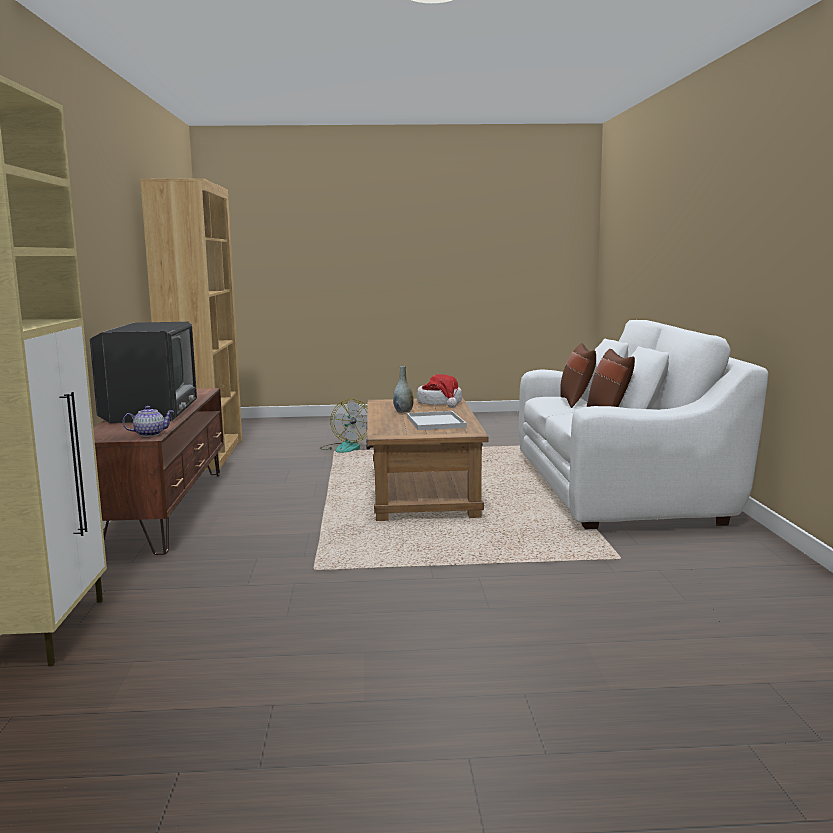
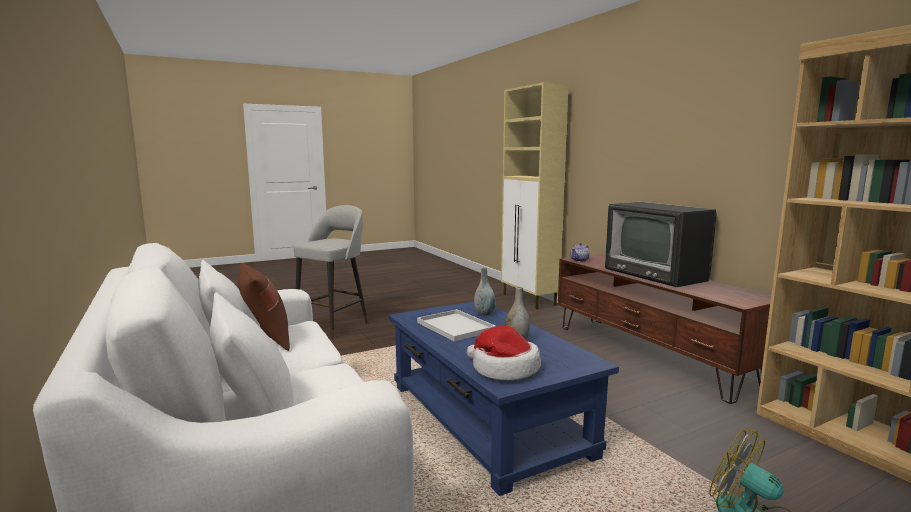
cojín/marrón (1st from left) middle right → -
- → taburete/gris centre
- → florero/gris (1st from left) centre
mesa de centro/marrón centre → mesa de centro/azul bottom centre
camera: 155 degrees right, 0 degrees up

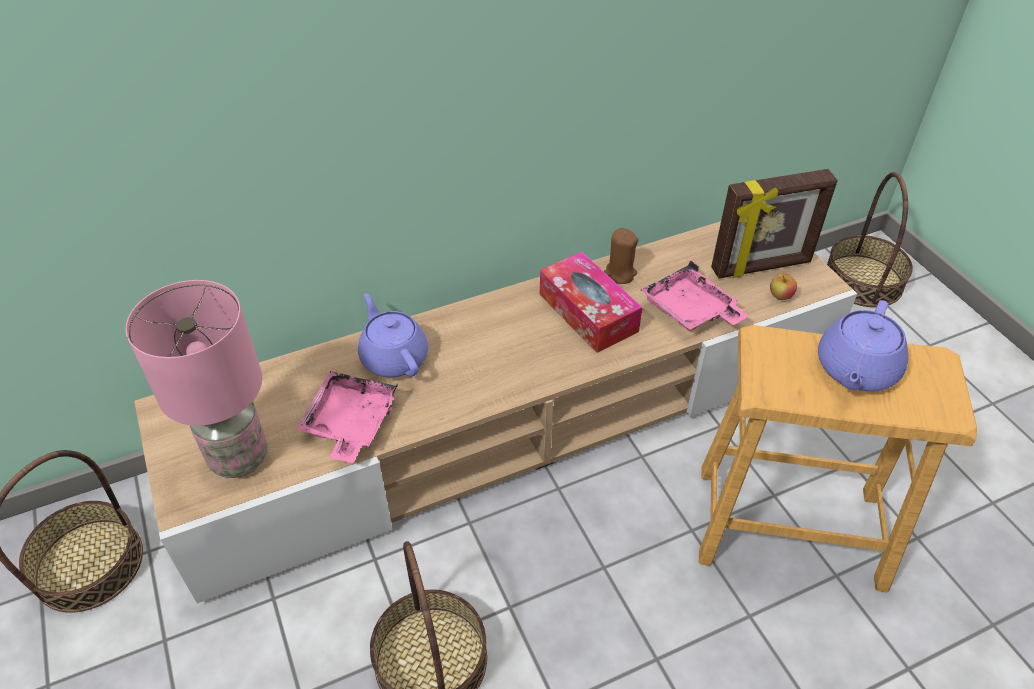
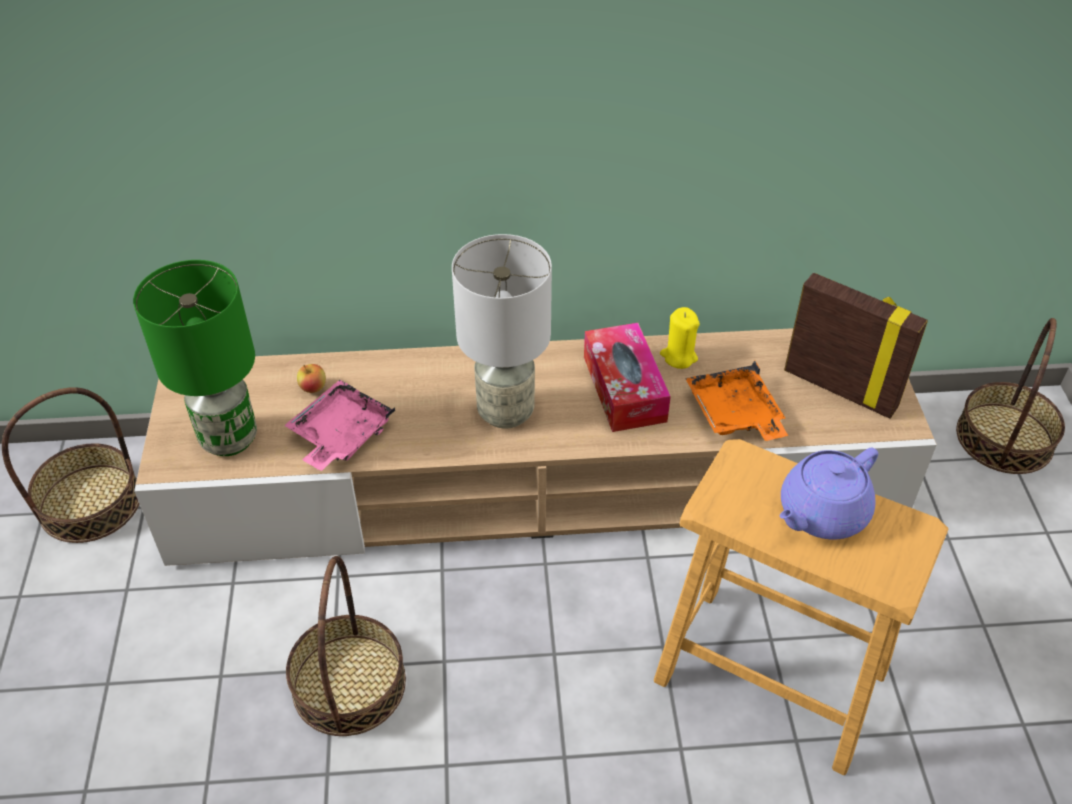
tetera/morado (1st from left) centre → -
- → lámpara de mesa/gris centre
manzana middle right → manzana middle left, moved
lámpara de mesa/rosa middle left → lámpara de mesa/verde middle left
vela/marrón centre → vela/amarillo centre
bandeja/rosa (2nd from left) middle right → bandeja/naranja middle right
portarretratos top right → portarretratos middle right, 150 degrees counterclockwise
camera: 20 degrees right, 0 degrees up

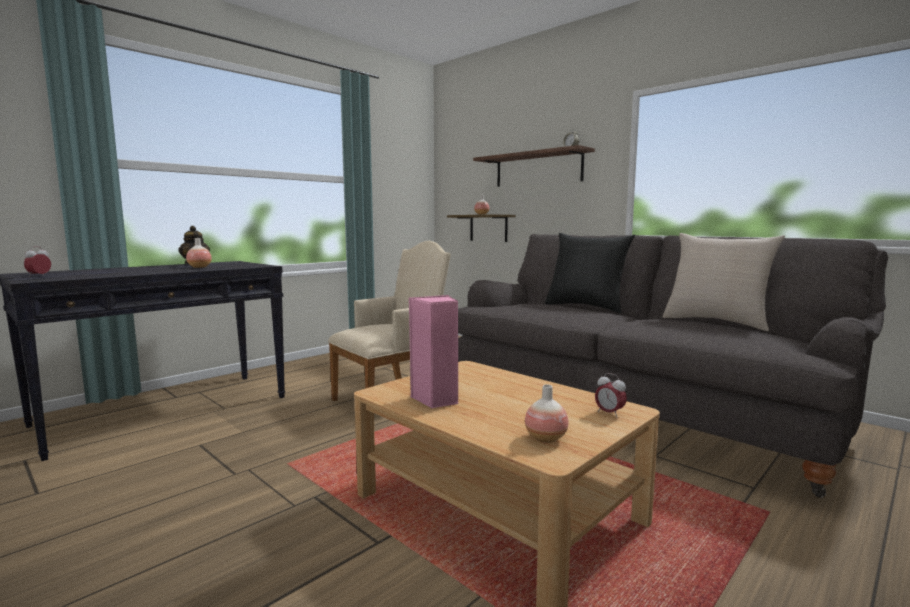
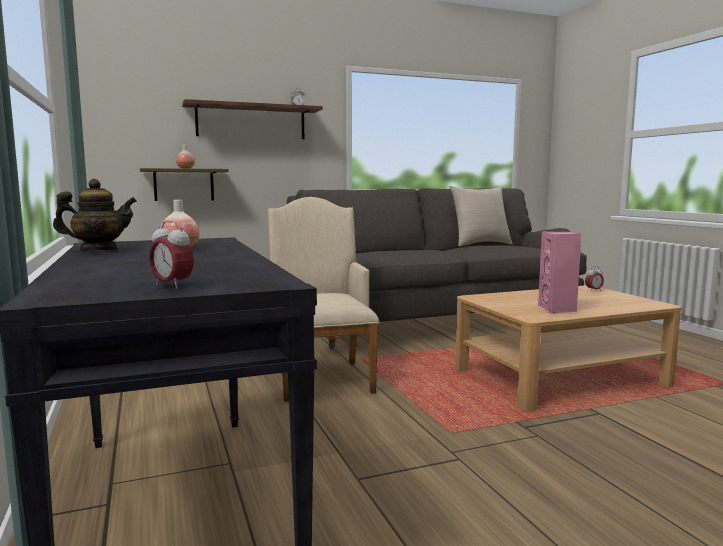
florero (3rd from left) bottom centre → -
cojín/negro centre → -
camera: 65 degrees left, 0 degrees up

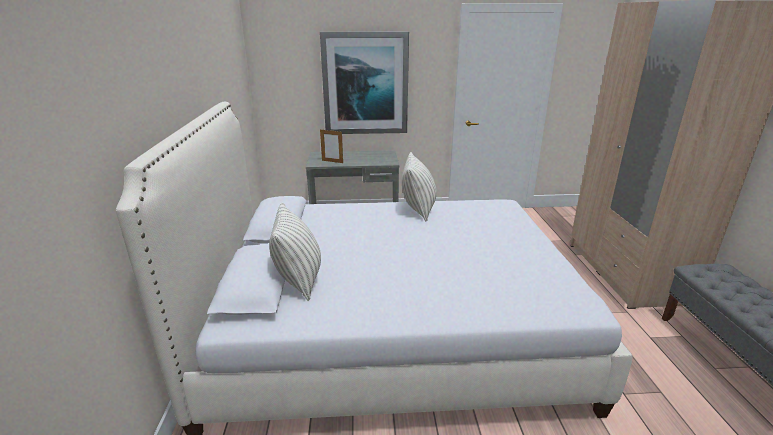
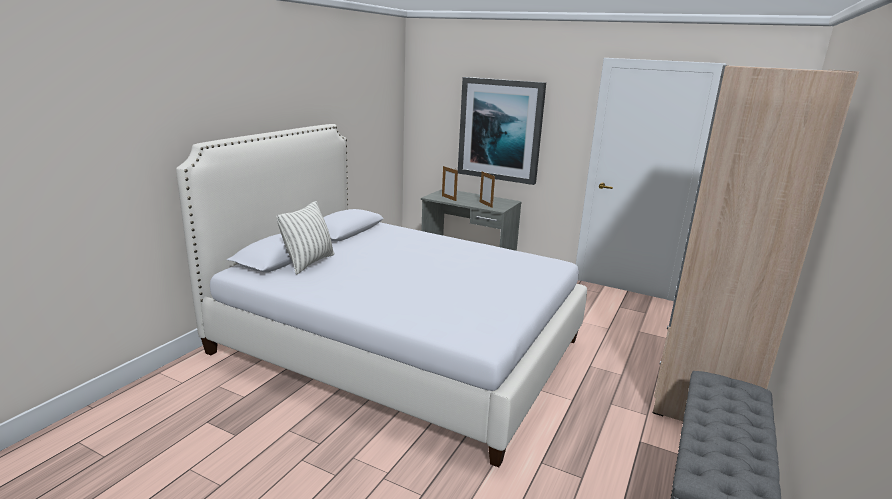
cojín (2nd from left) centre → -
- → portarretratos (2nd from left) centre
camera: 30 degrees right, 5 degrees down

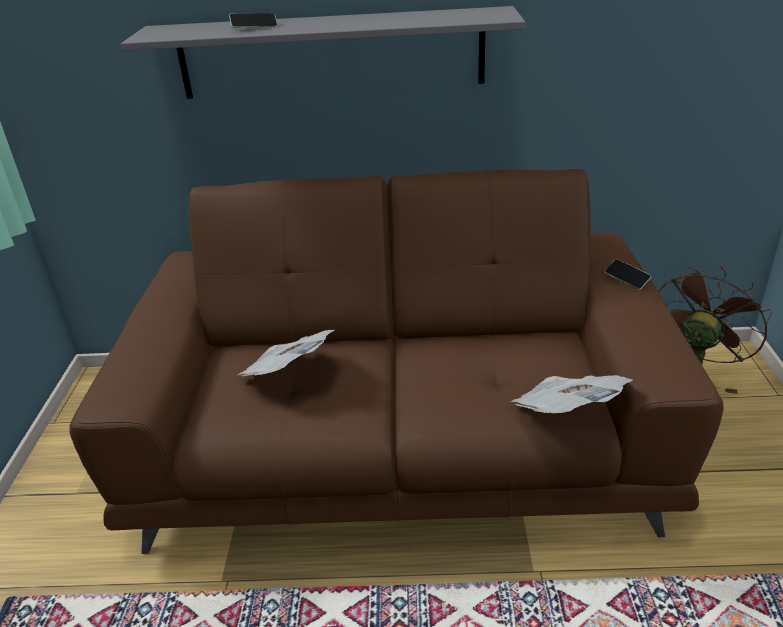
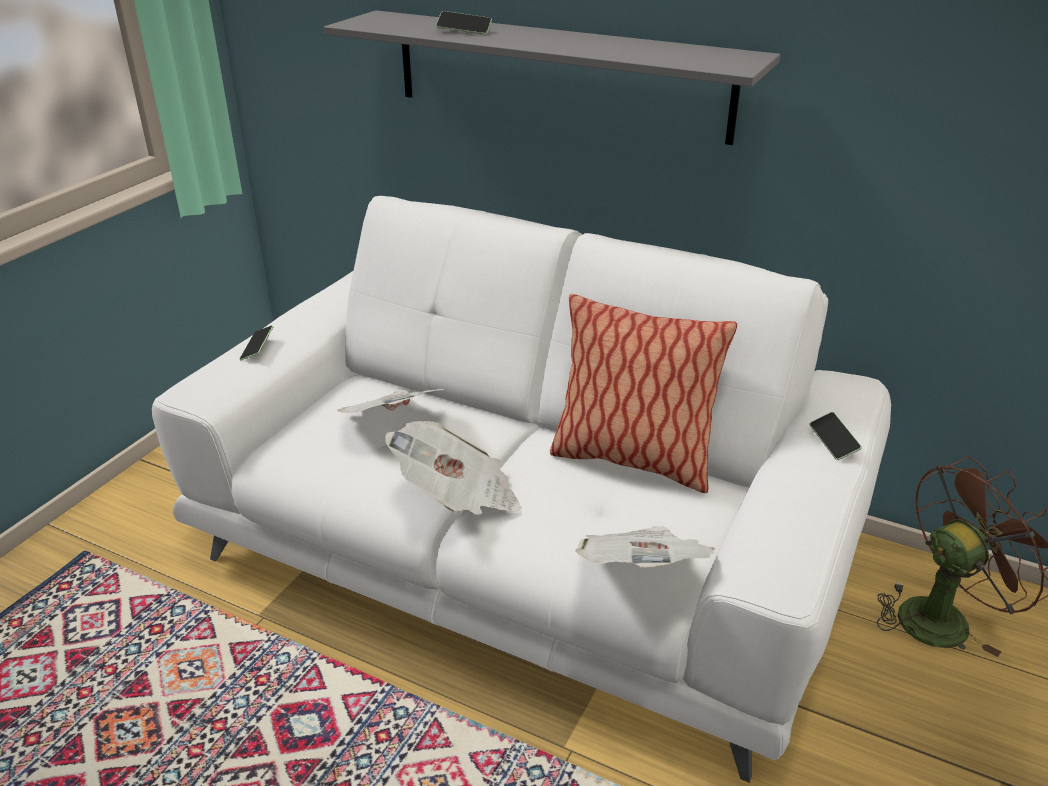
- → móvil (1st from left) middle left
- → periódico (2nd from left) centre
- → cojín centre
sofá/marrón centre → sofá/blanco centre
camera: 25 degrees right, 0 degrees up

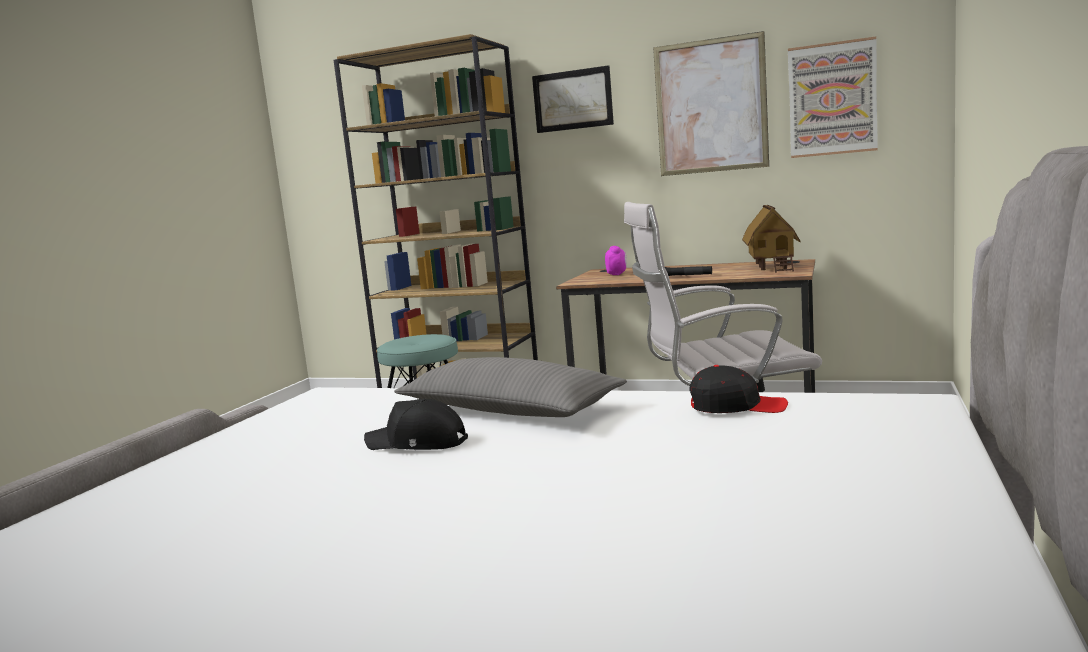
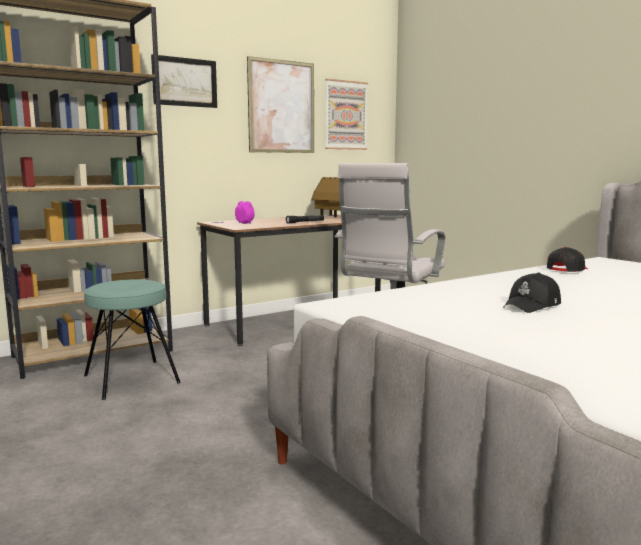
cojín/gris centre → -
camera: 55 degrees left, 0 degrees up

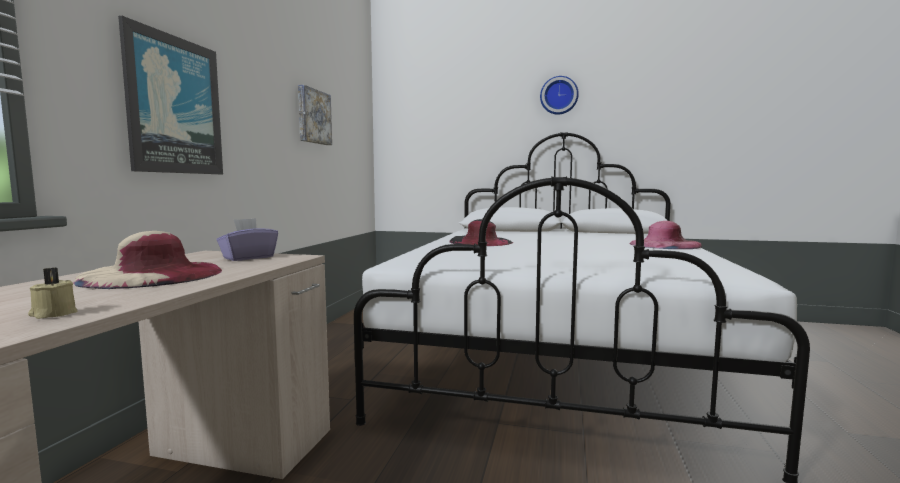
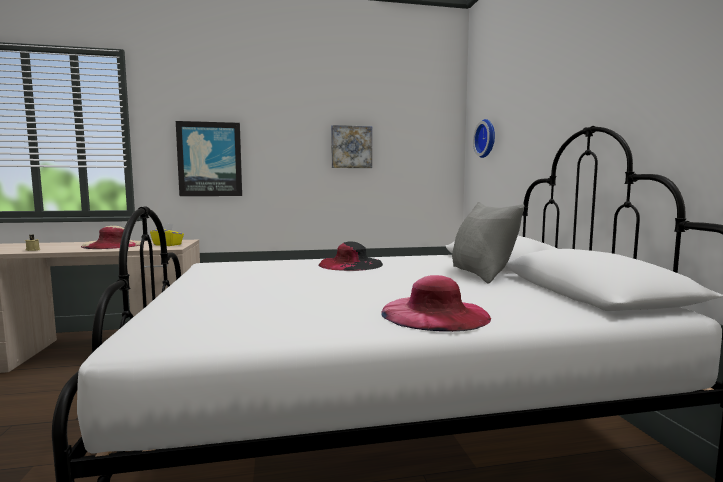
- → cojín/gris middle right
reloj de pared top centre → reloj de pared top right, moved
caja de pañuelos/morado middle left → caja de pañuelos/amarillo middle left
camera: 65 degrees right, 0 degrees up

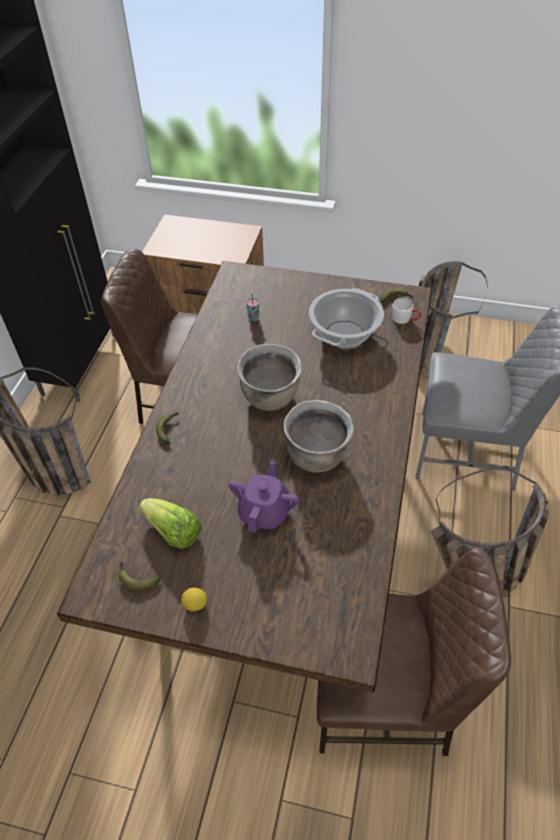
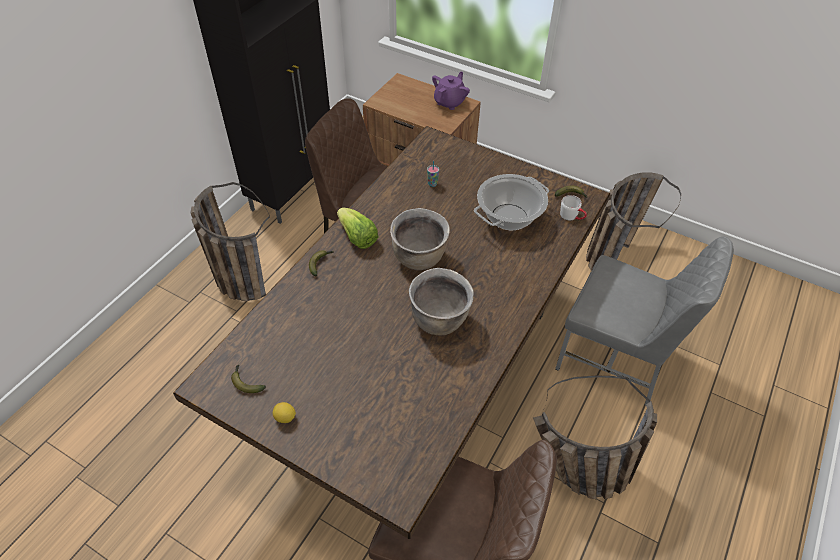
lechuga middle left → lechuga centre, moved
tetera/morado centre → tetera/morado top centre, moved
camera: 15 degrees right, 0 degrees up

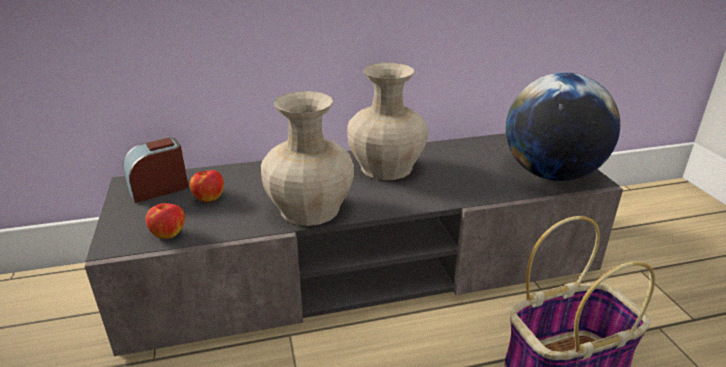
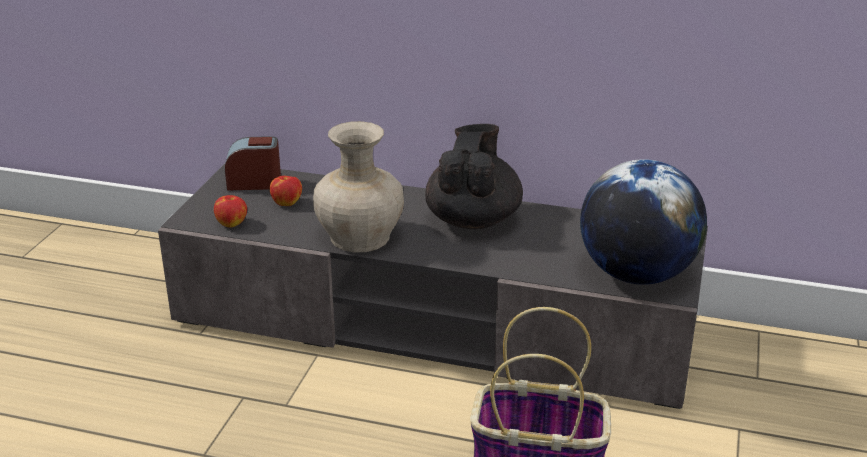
florero/beis (2nd from left) top centre → tetera/negro centre
camera: 30 degrees right, 0 degrees up

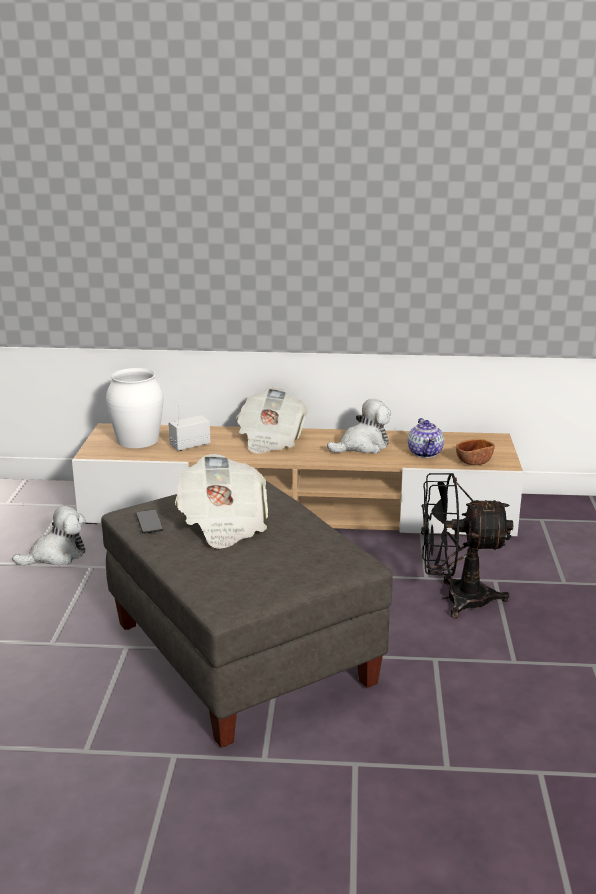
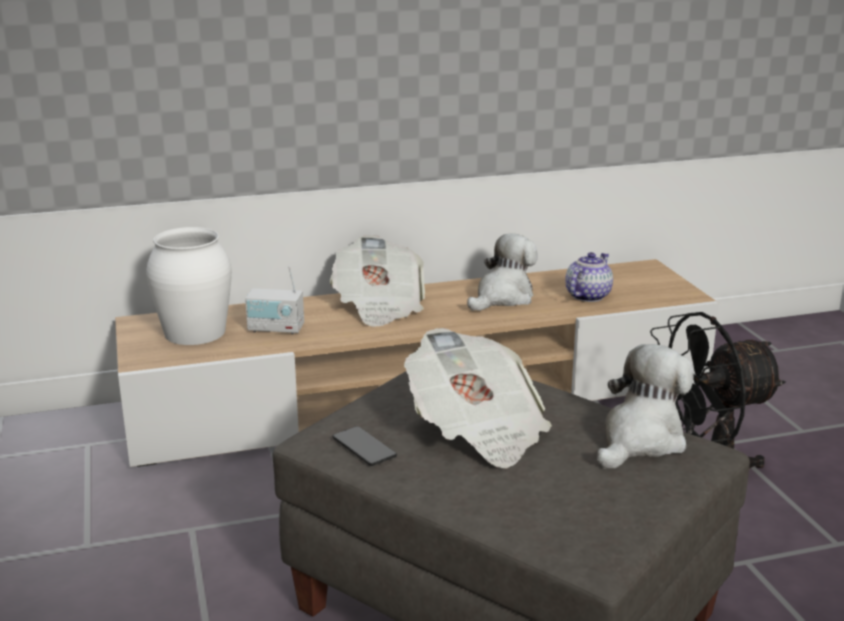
cuenco/marrón middle right → -
peluche (1st from left in the first image) middle left → peluche (2nd from left) middle right, moved
radio middle left, 120 degrees counterclockwise
tetera middle right, 120 degrees counterclockwise
camera: 20 degrees left, 0 degrees up

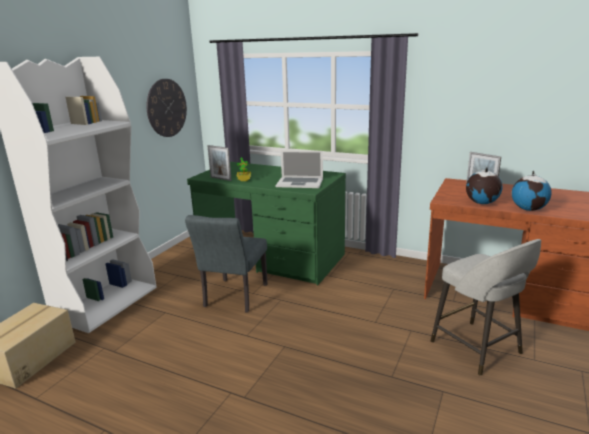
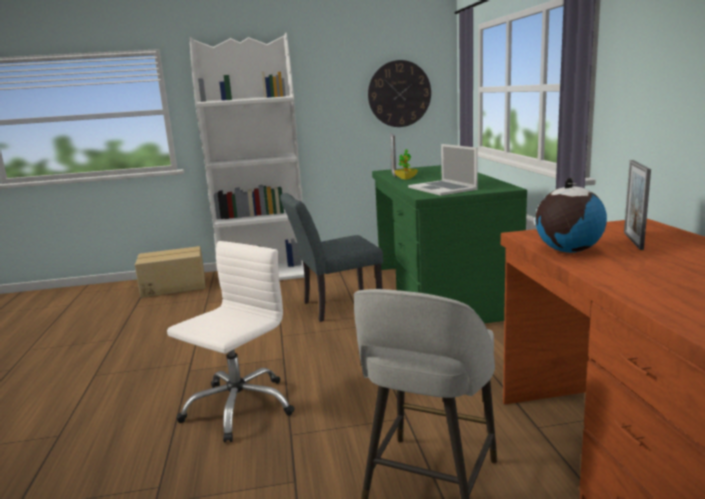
globo terráqueo (2nd from left) middle right → -
- → silla de oficina/blanco bottom left
camera: 55 degrees right, 5 degrees down

